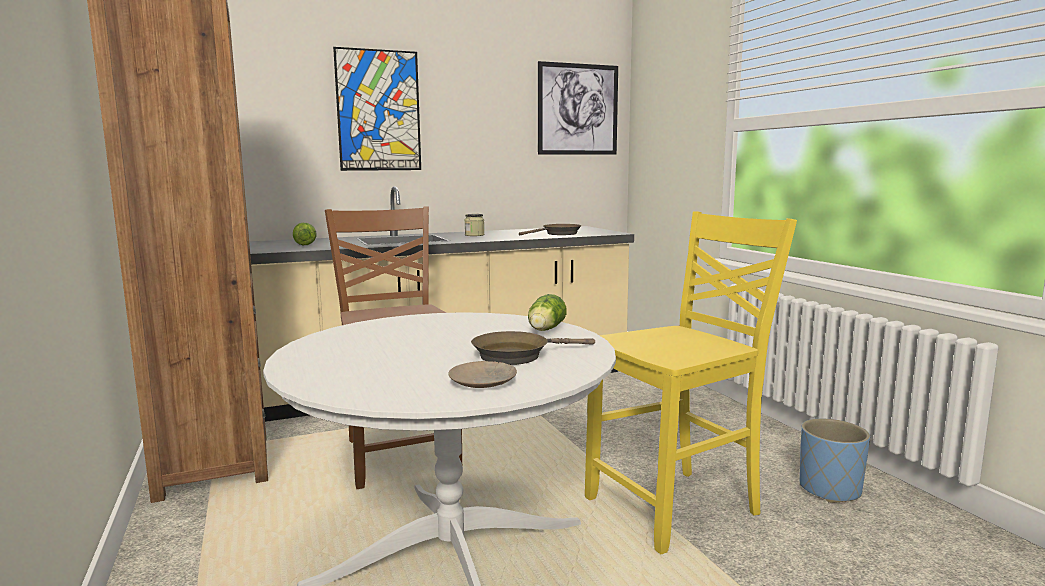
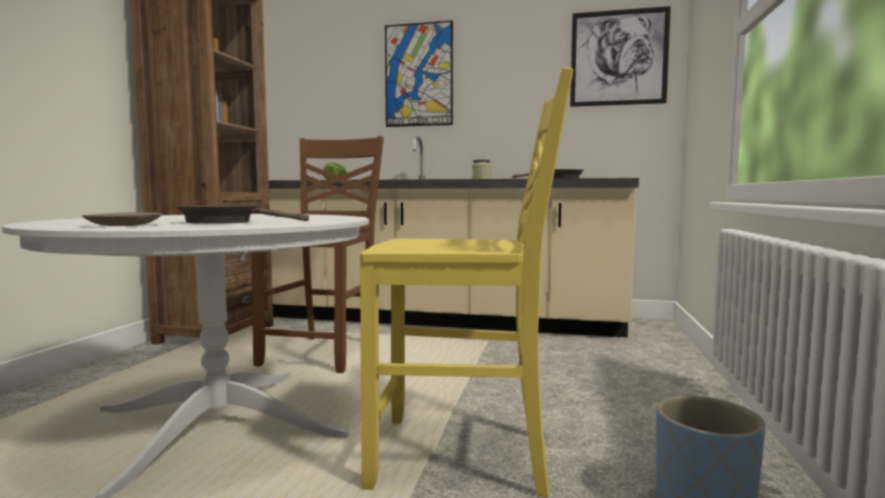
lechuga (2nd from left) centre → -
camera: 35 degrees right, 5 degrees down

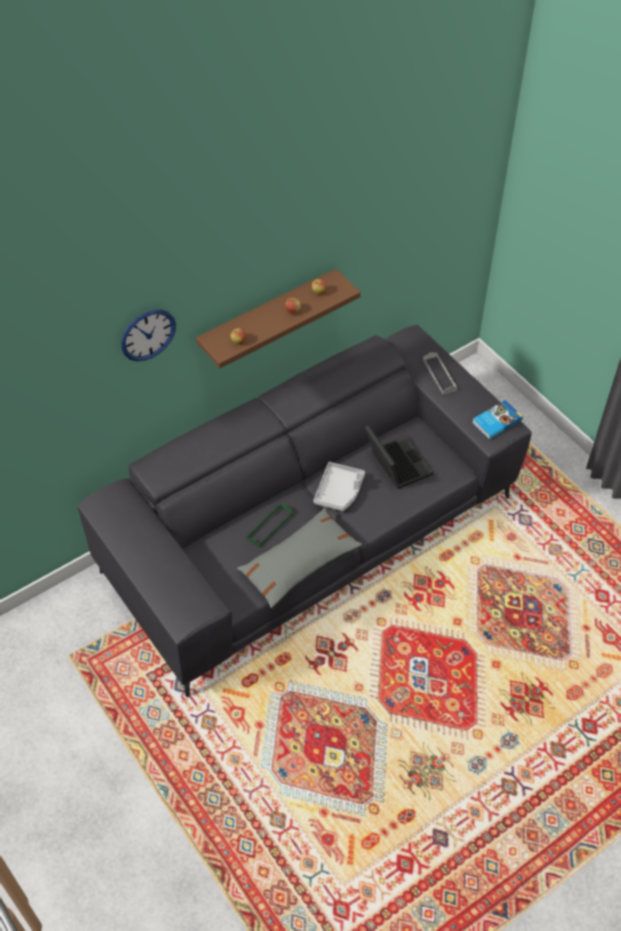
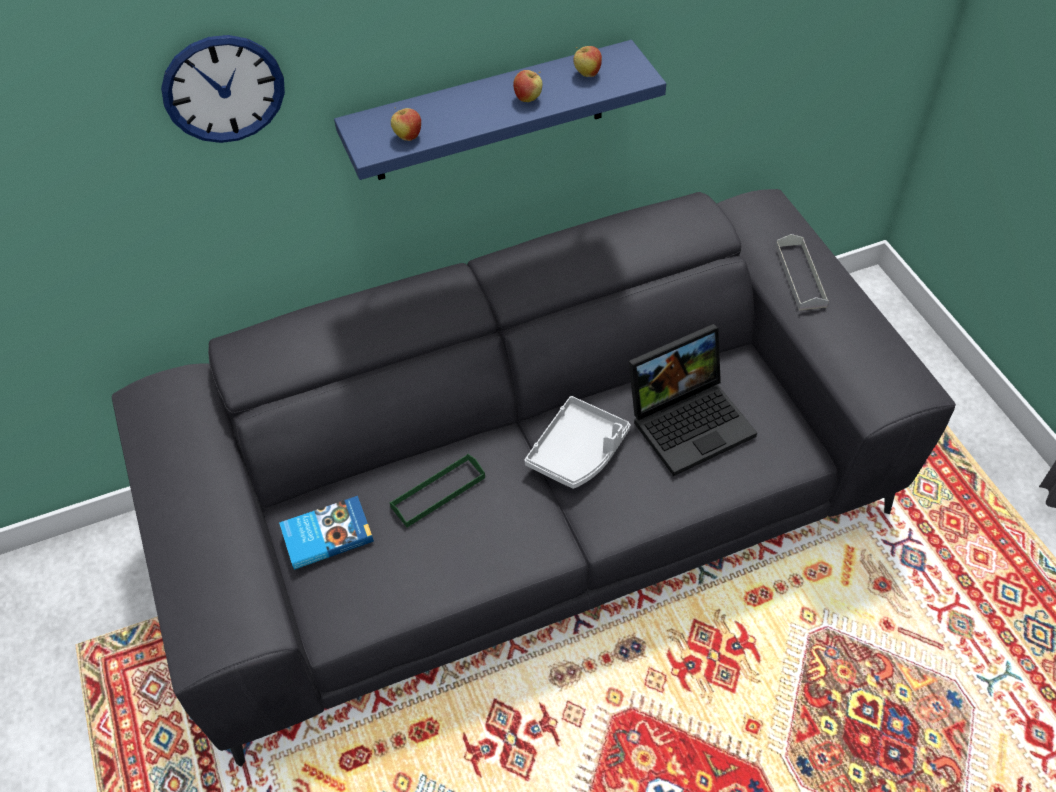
cojín/gris centre → -
libro middle right → libro bottom left, moved
estante/marrón centre → estante/azul top centre
portátil centre, 75 degrees clockwise
camera: 15 degrees right, 0 degrees up

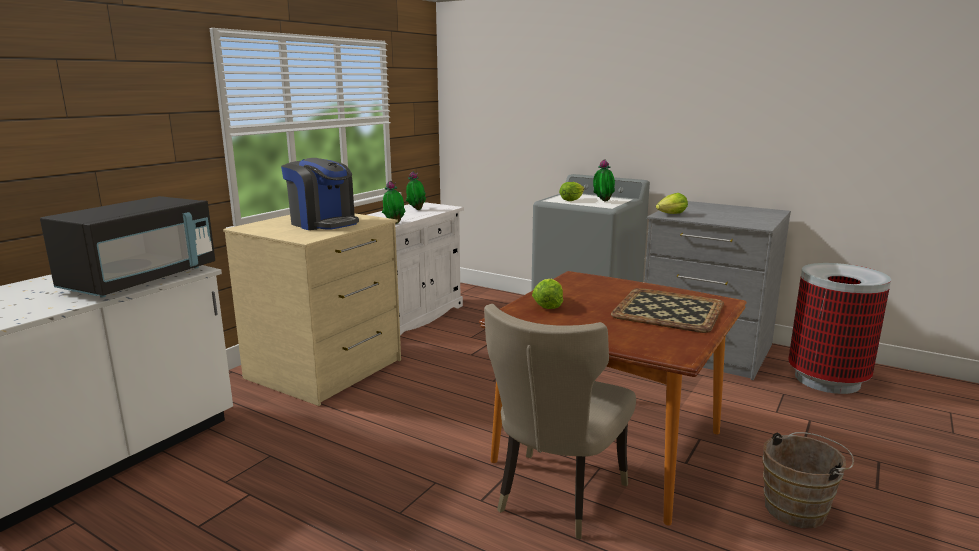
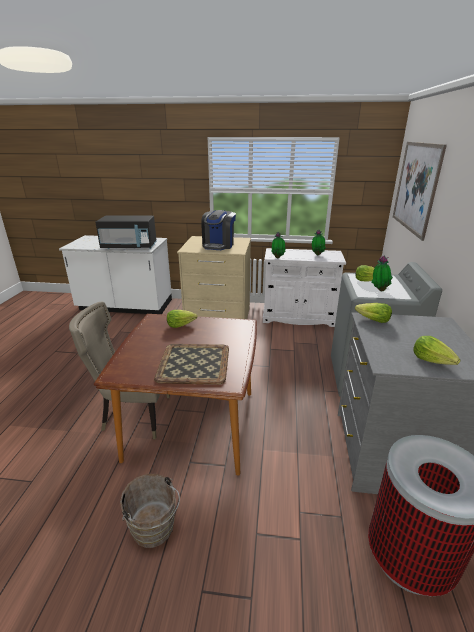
- → cuadro top right
- → lechuga (4th from left) middle right
camera: 65 degrees right, 10 degrees up

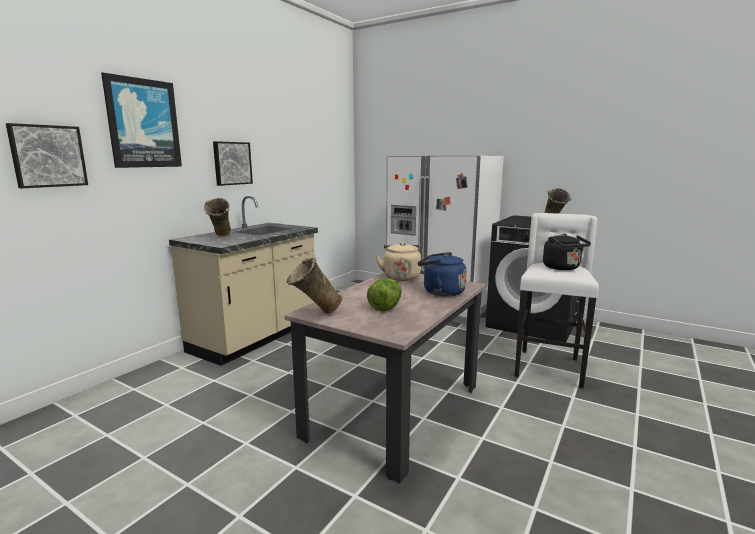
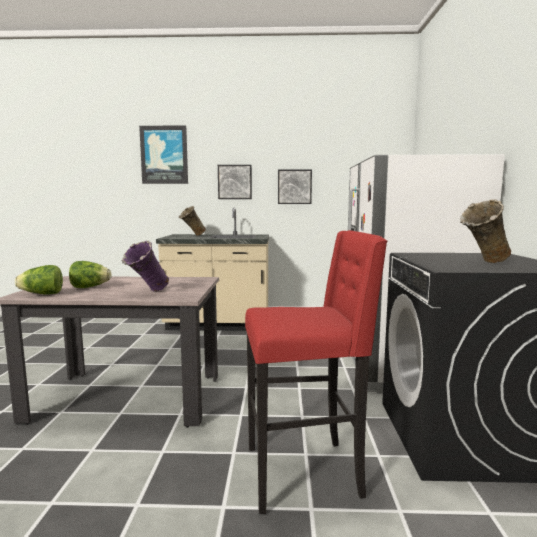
florero/beis (2nd from left) centre → -
hervidor/beis centre → -
hervidor/negro middle right → -
- → lechuga (1st from left) middle left
cuadro (1st from left in the first image) top left → cuadro (3rd from left) centre, moved
hervidor/azul centre → florero/morado middle left
taburete/blanco middle right → taburete/rojo bottom centre
camera: 60 degrees right, 5 degrees down

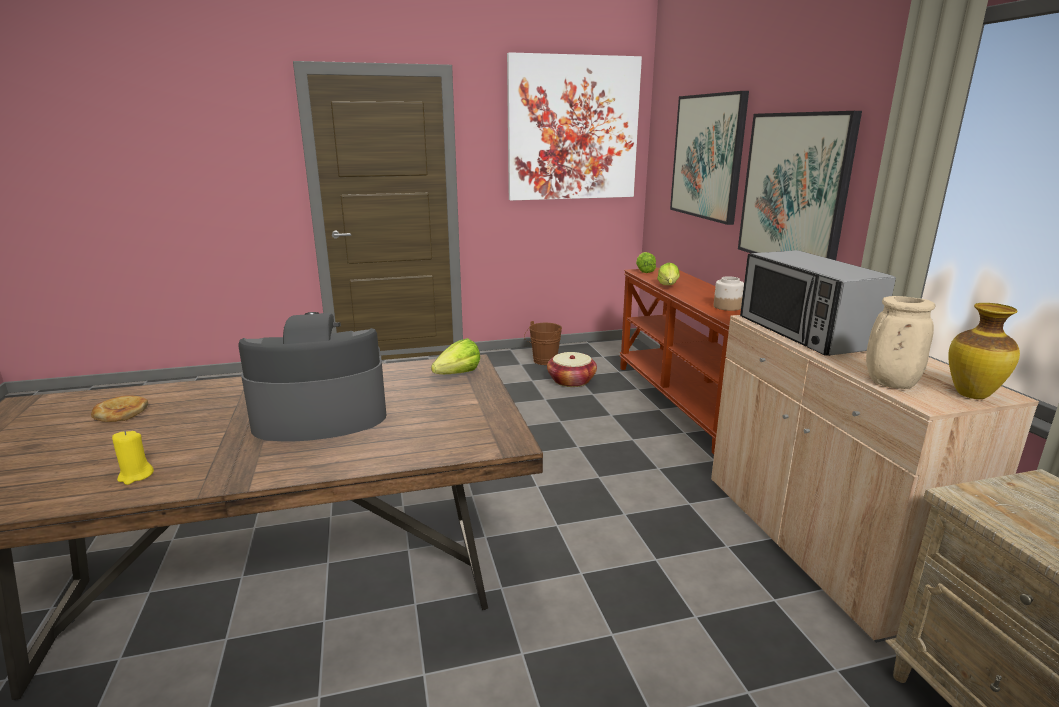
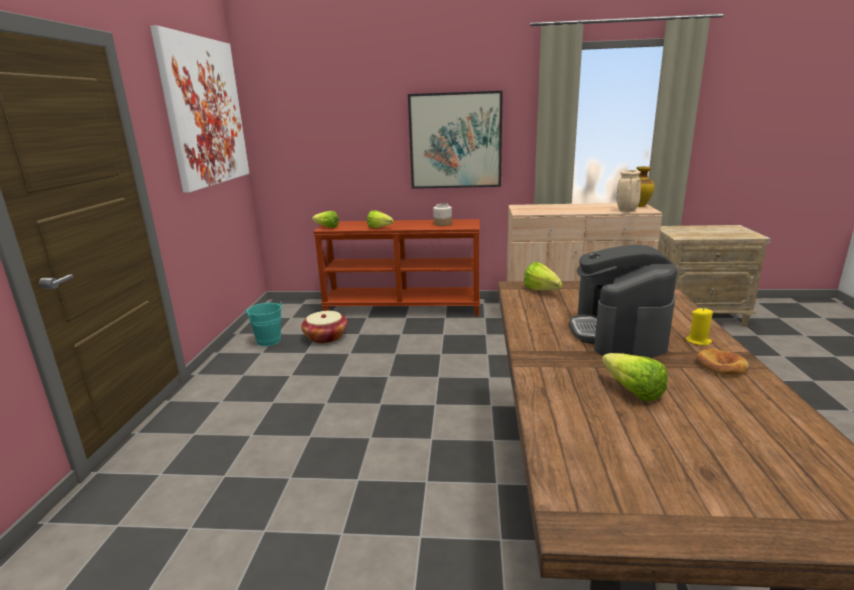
cuadro (2nd from left) top right → -
microondas middle right → -
- → lechuga (4th from left) middle right
pan middle left → pan middle right, moved
vela/amarillo middle left → vela/amarillo middle right, moved
cubo/marrón centre → cubo/turquesa middle left
camera: 70 degrees left, 0 degrees up

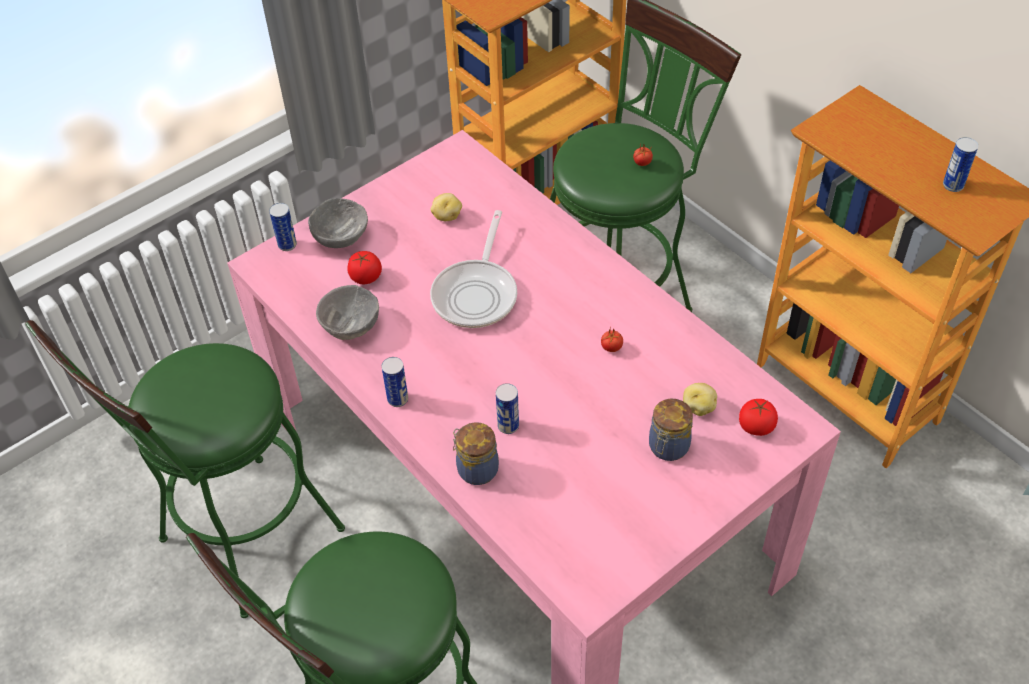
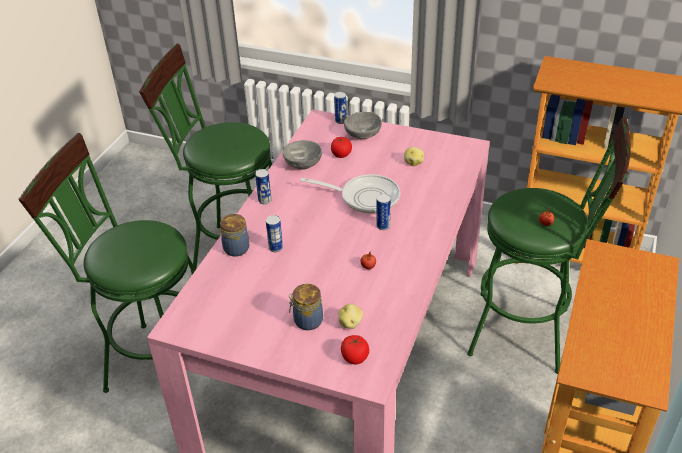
lata (4th from left) top right → lata (4th from left) centre, moved
sartén centre, 150 degrees counterclockwise
camera: 60 degrees right, 10 degrees down

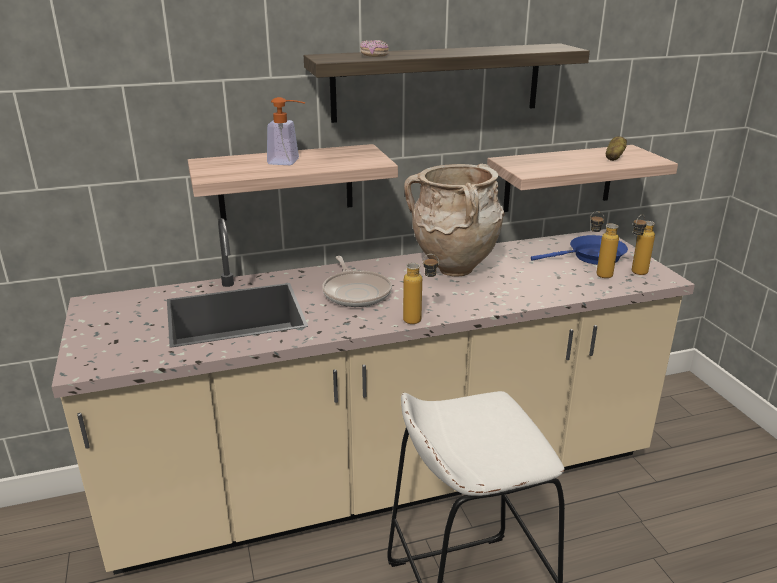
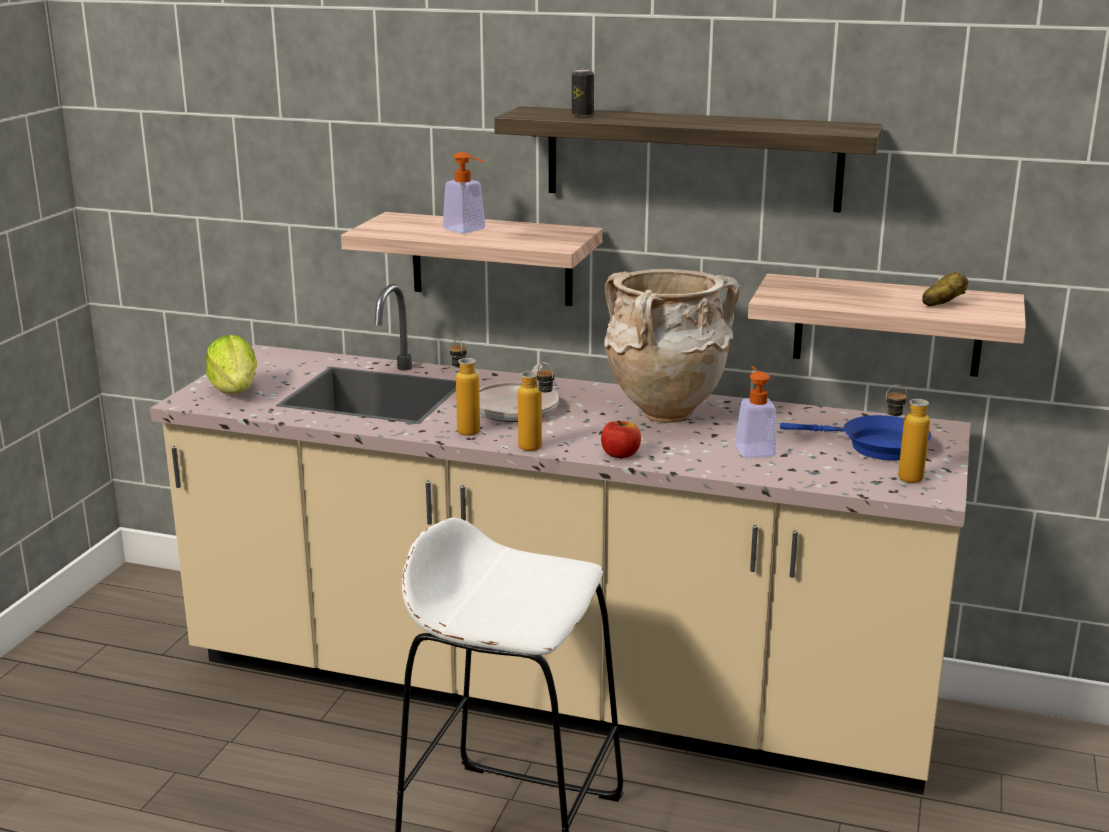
- → lechuga middle left
- → manzana centre
- → dispensador de jabón (2nd from left) middle right
botella (2nd from left in the first image) middle right → botella (1st from left) centre, moved
rosquilla top centre → lata top centre
camera: 35 degrees right, 5 degrees down

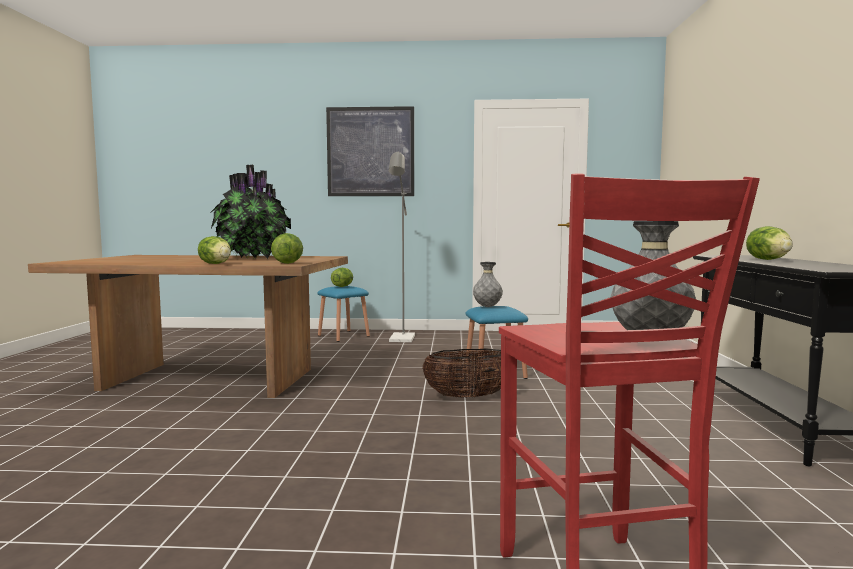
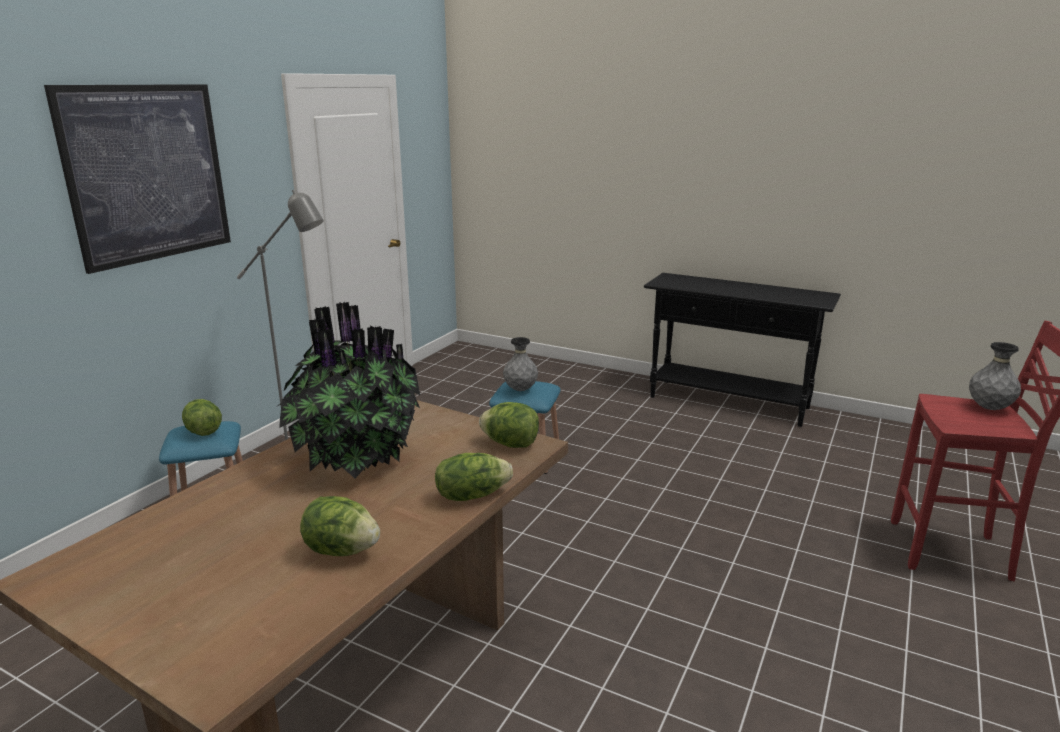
cesta centre → -
lechuga (4th from left in the first image) middle right → lechuga (2nd from left) bottom left, moved
camera: 65 degrees left, 15 degrees up

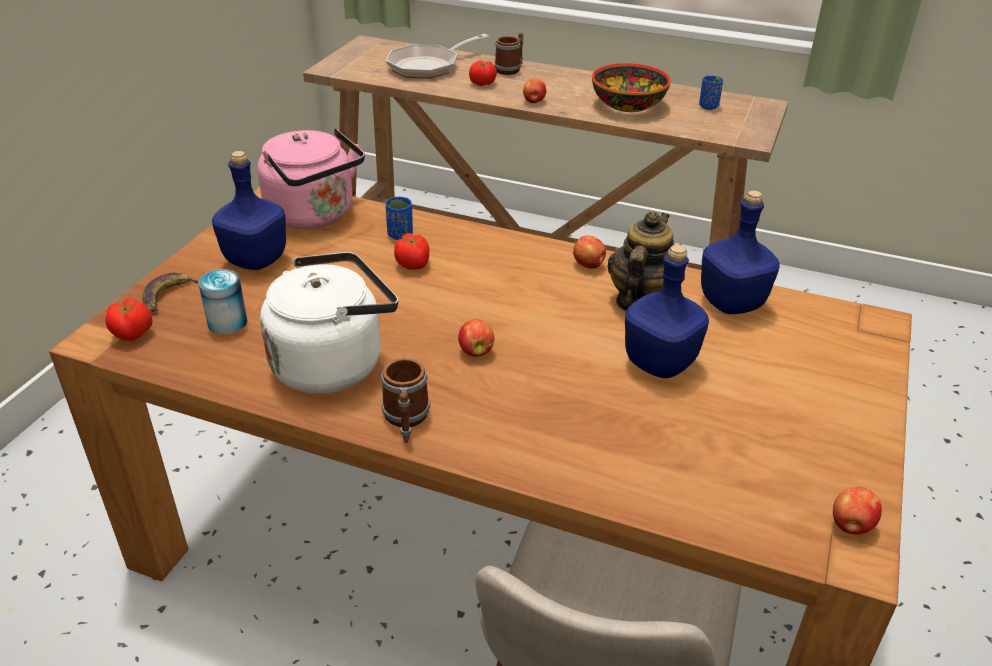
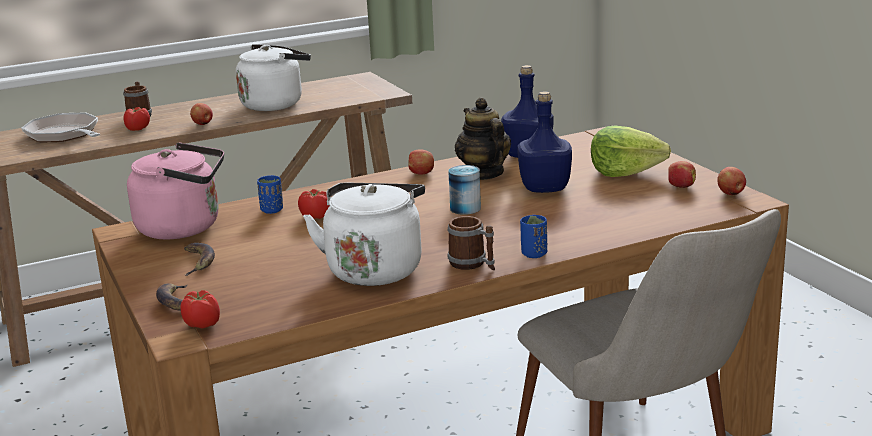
- → lechuga middle right
lata middle left → lata centre, moved
manzana (1st from left in the first image) centre → manzana (3rd from left) middle right, moved
taza/azul (2nd from left) top right → taza/azul (2nd from left) centre, moved
botella/azul (1st from left) top left → plátano (2nd from left) middle left
cuenco top centre → hervidor/blanco (1st from left) top left
sartén top centre → sartén top left, 135 degrees clockwise
camera: 45 degrees left, 15 degrees down

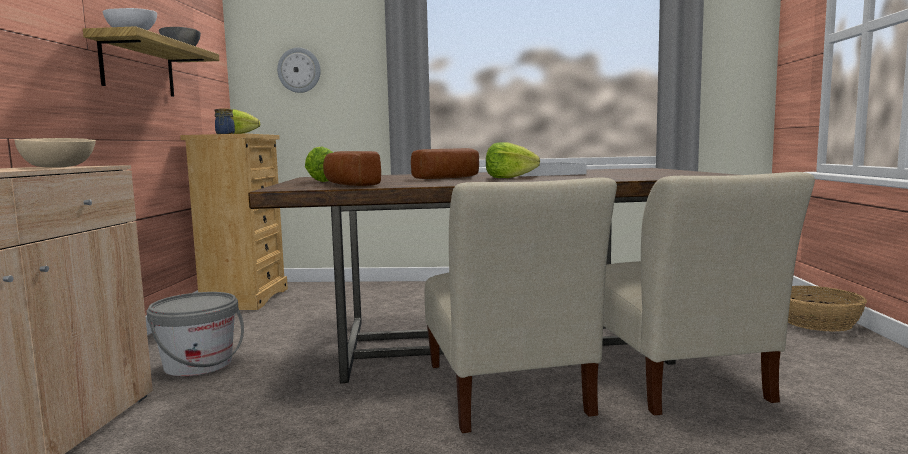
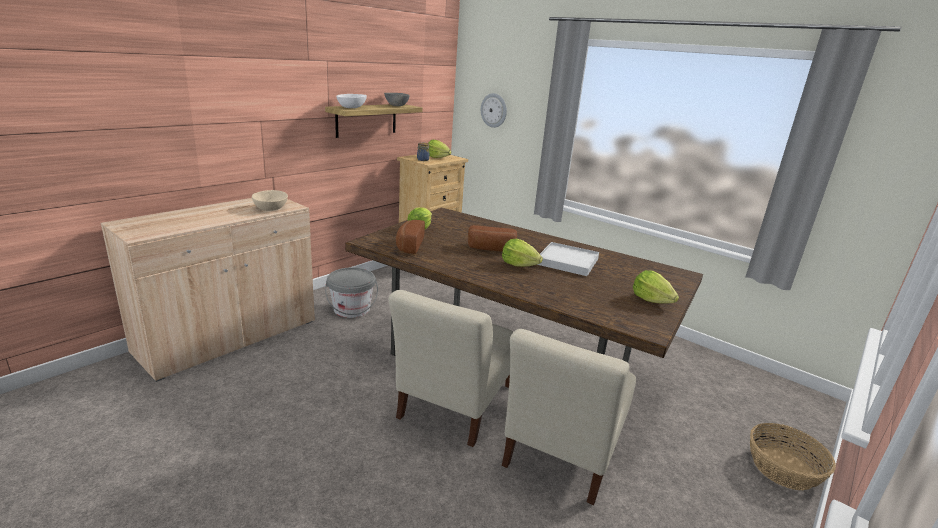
- → lechuga (4th from left) middle right
camera: 35 degrees right, 15 degrees up

